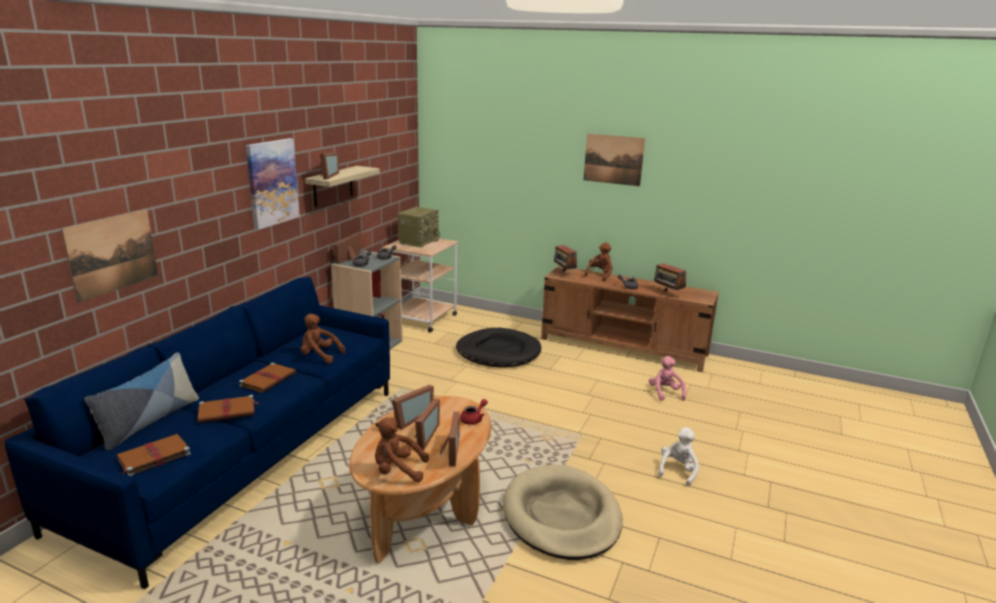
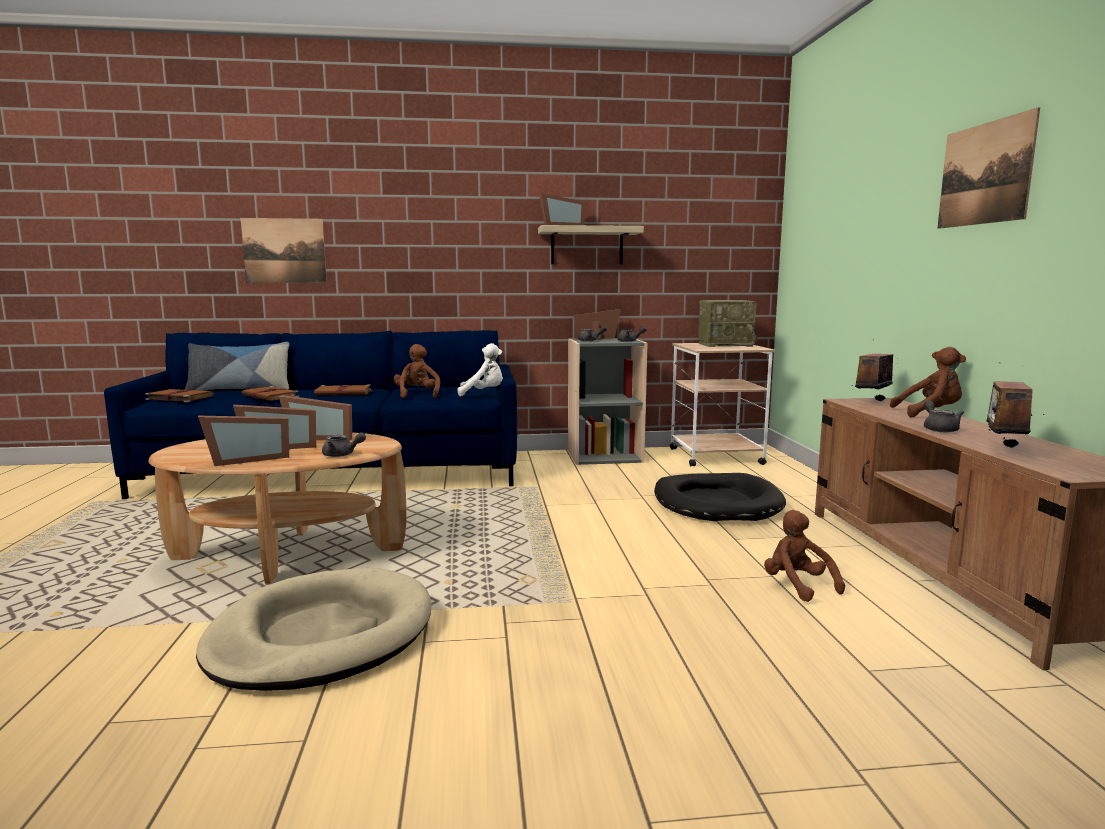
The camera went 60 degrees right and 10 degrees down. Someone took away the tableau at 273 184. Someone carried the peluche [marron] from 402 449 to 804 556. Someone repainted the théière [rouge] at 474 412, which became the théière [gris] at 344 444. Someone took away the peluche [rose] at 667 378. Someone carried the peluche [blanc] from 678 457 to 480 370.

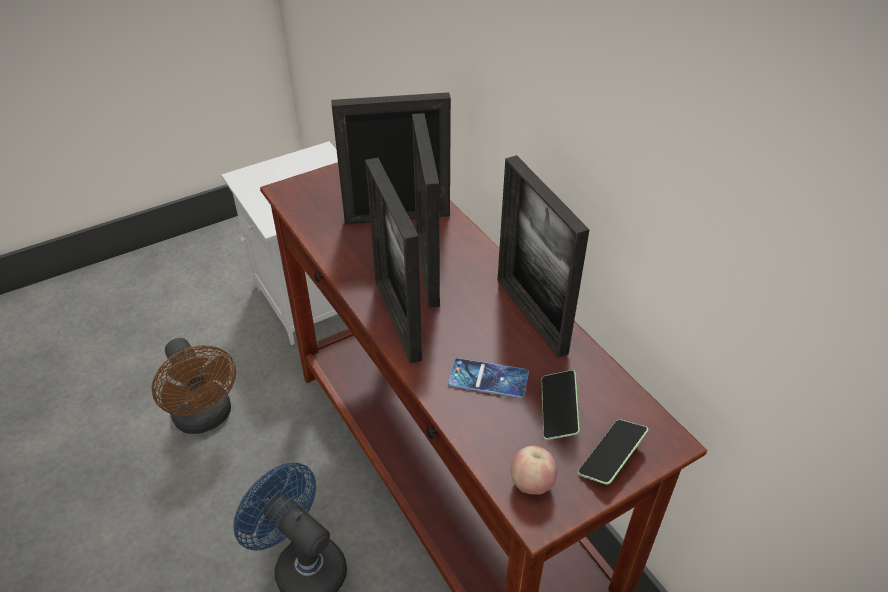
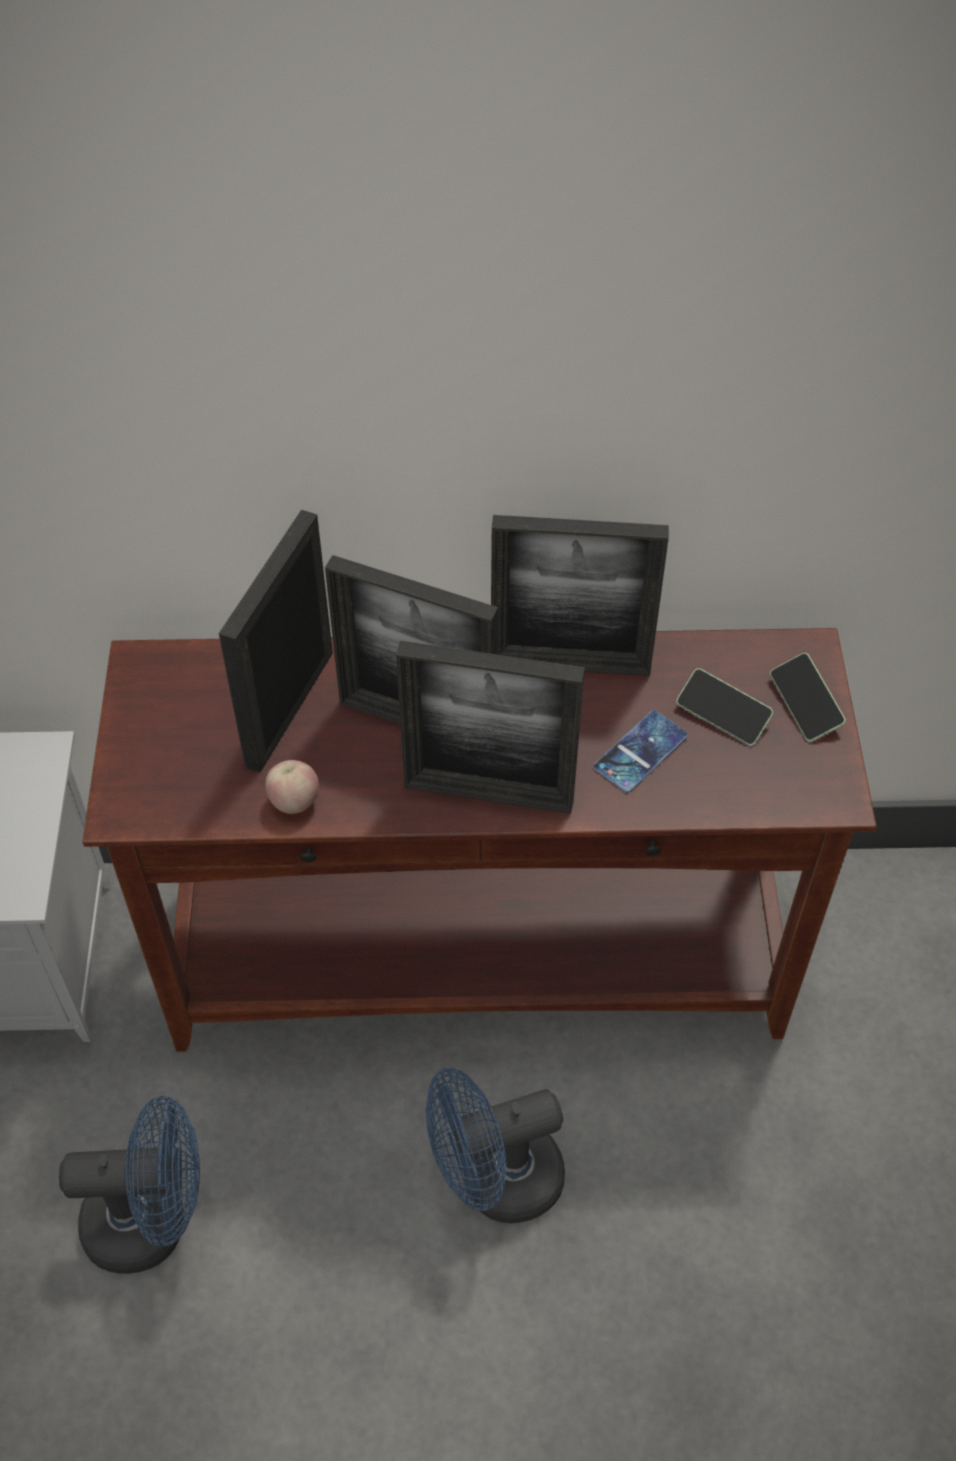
The camera went 60 degrees left and 10 degrees up. Someone repainted the ventilateur [marron] at 194 386, which became the ventilateur [bleu] at 129 1185. Someone carried the pomme from 534 470 to 292 787.

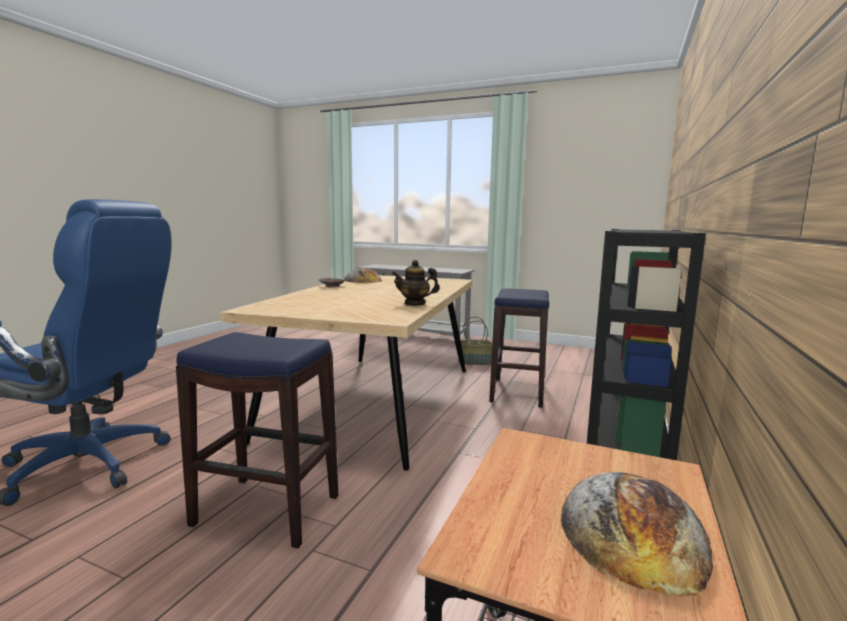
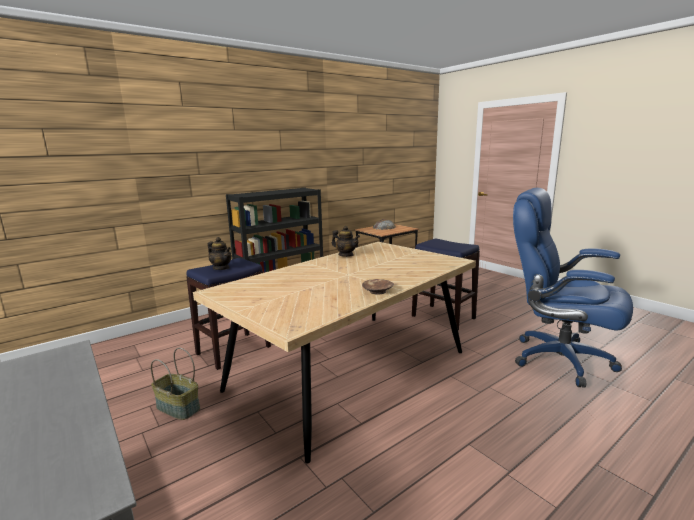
The camera went 150 degrees left and 5 degrees up. Someone took away the pain at 363 275. Someone put down the théière at 219 253.

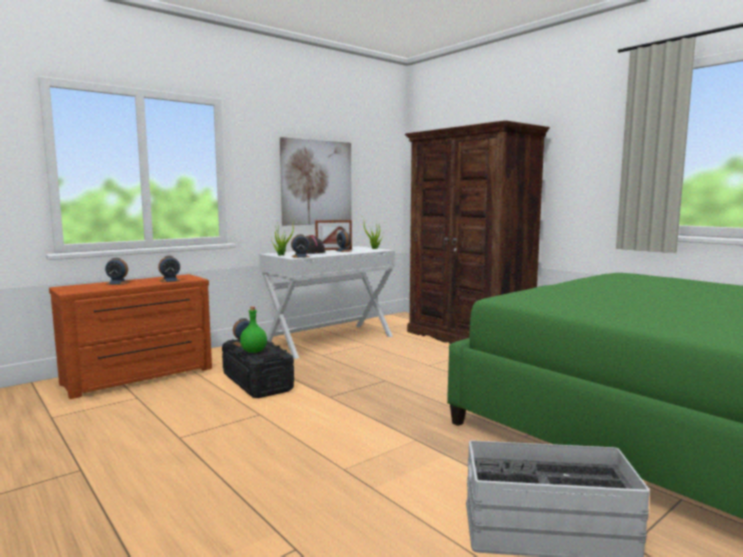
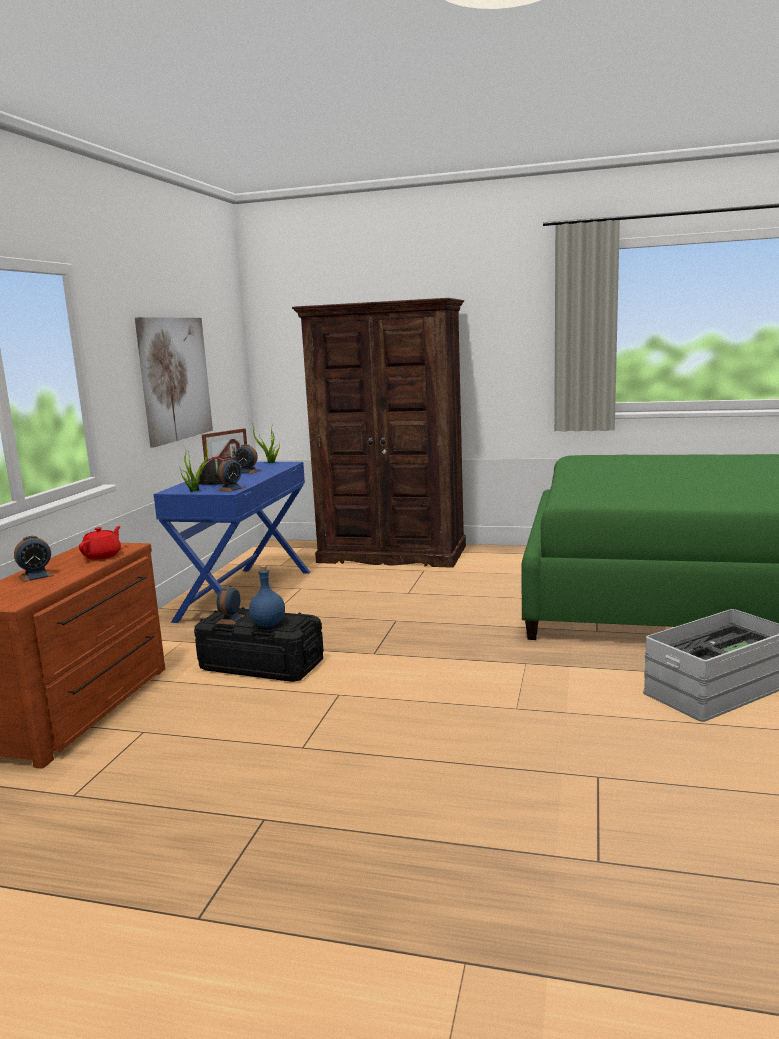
The camera went 35 degrees left and 5 degrees up. Someone swapped the réveil at 169 269 for the théière [rouge] at 100 543. Someone repainted the bouteille [vert] at 253 329, which became the bouteille [bleu] at 267 596. Someone repainted the table console [blanc] at 327 302, which became the table console [bleu] at 231 542.

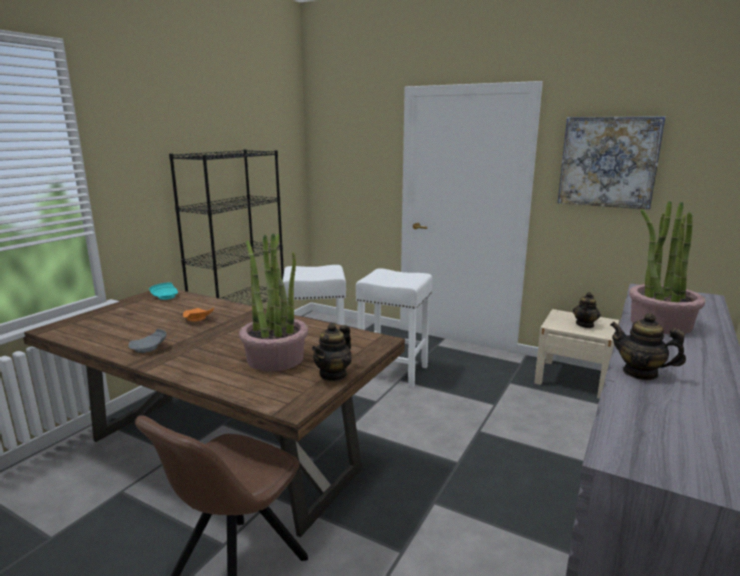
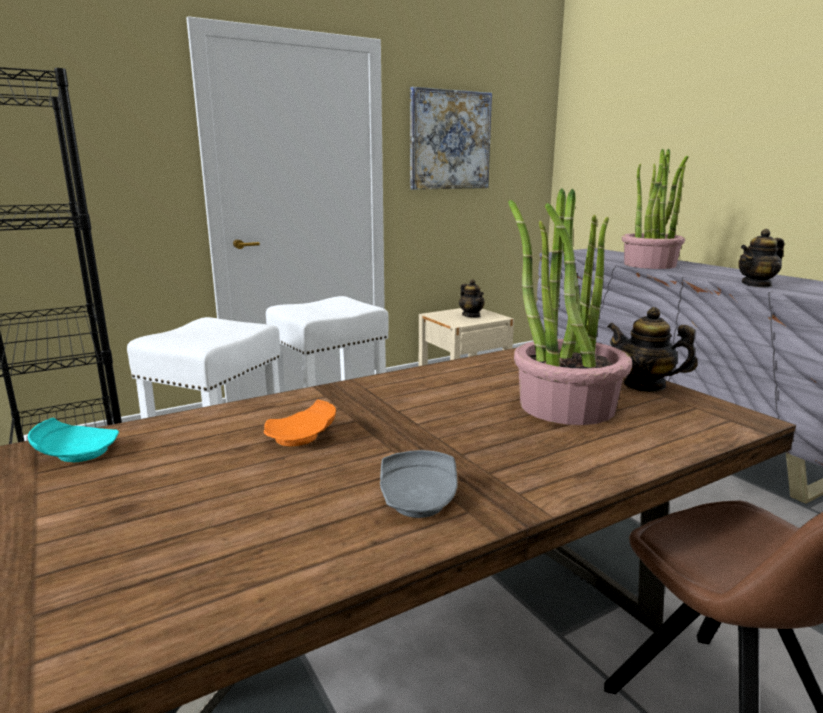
The camera went 60 degrees left and 0 degrees up. Someone rotated the théière at 332 352 by 150 degrees clockwise.

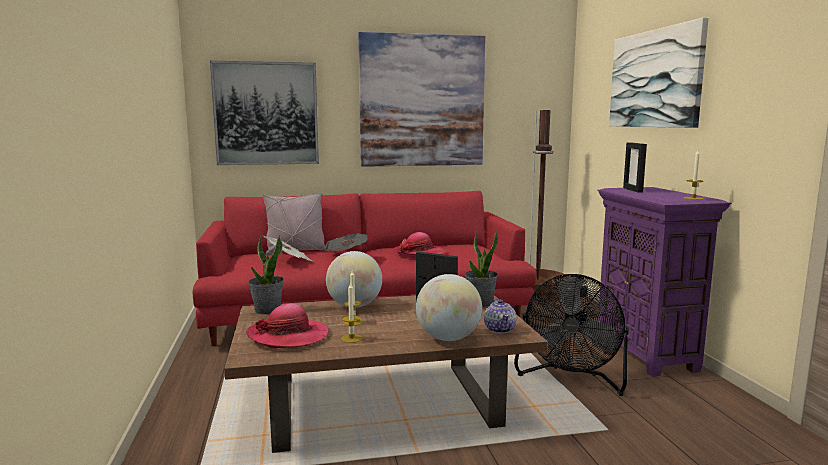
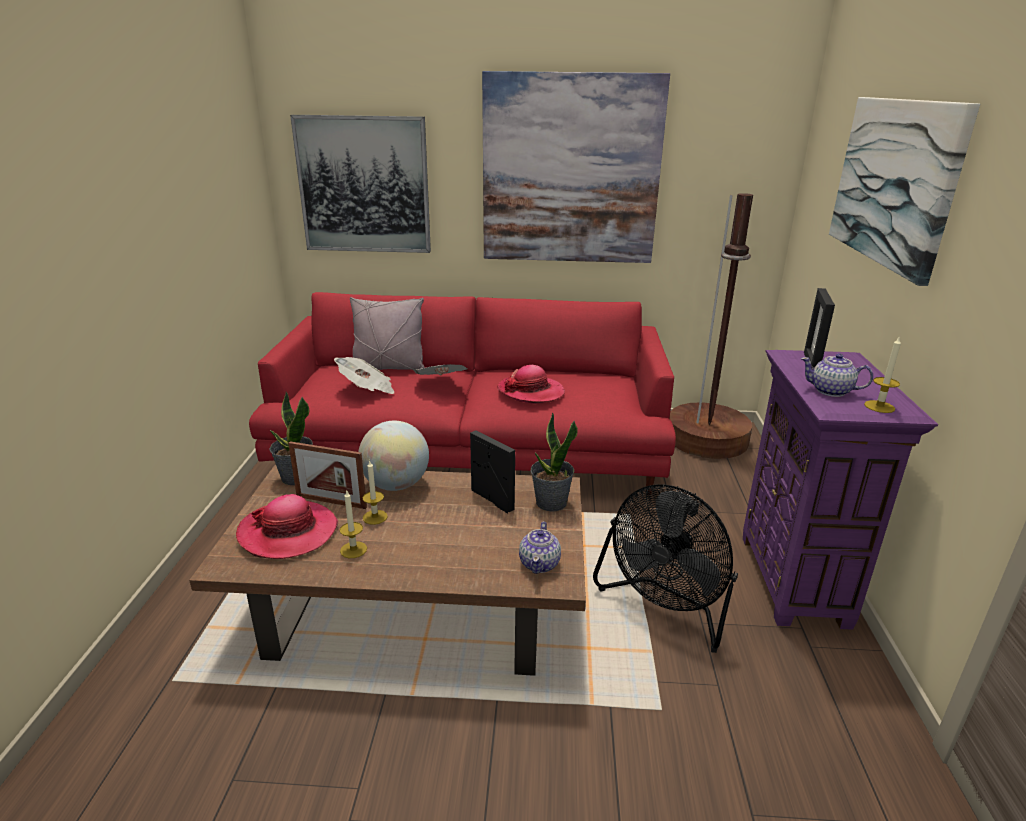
The camera went 15 degrees right and 15 degrees up. Someone took away the globe at 449 307. Someone put down the cadre photo at 327 475. Someone put down the théière at 837 375.

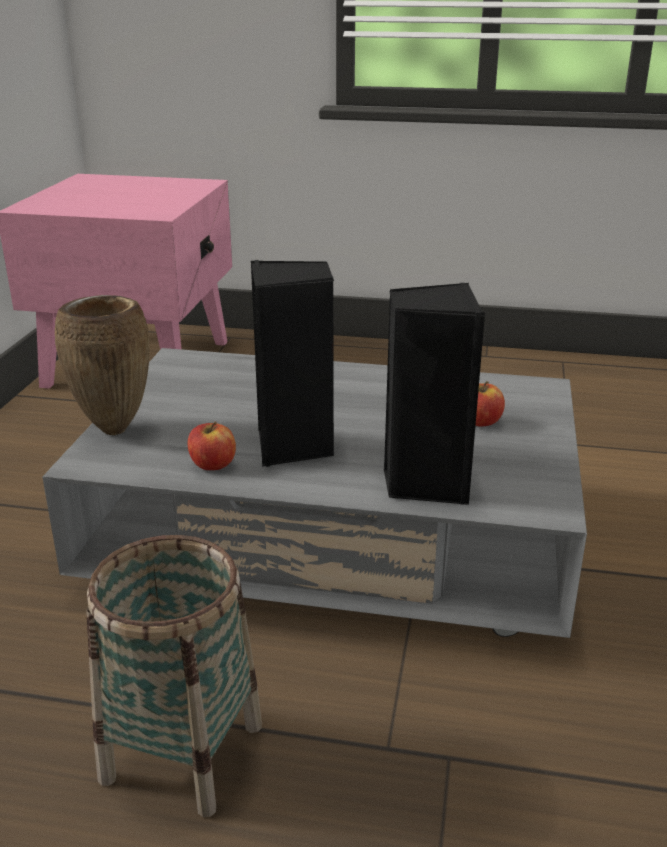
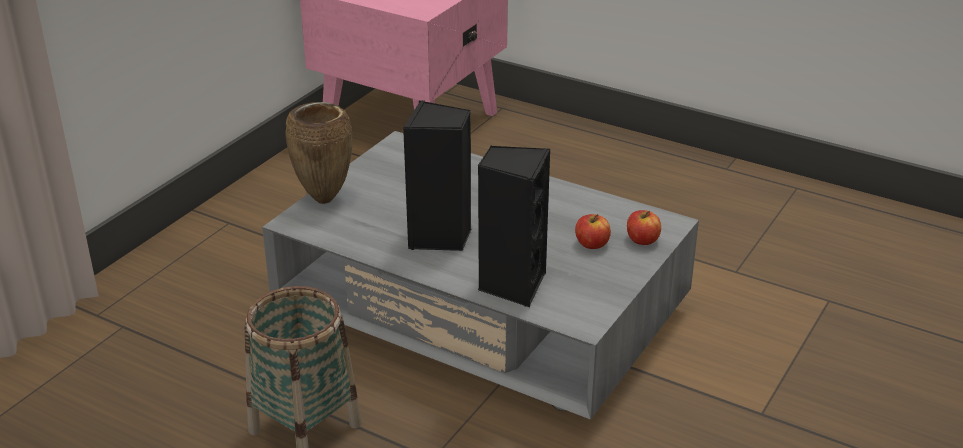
The camera went 20 degrees right and 5 degrees up. Someone carried the pomme from 212 446 to 644 227.

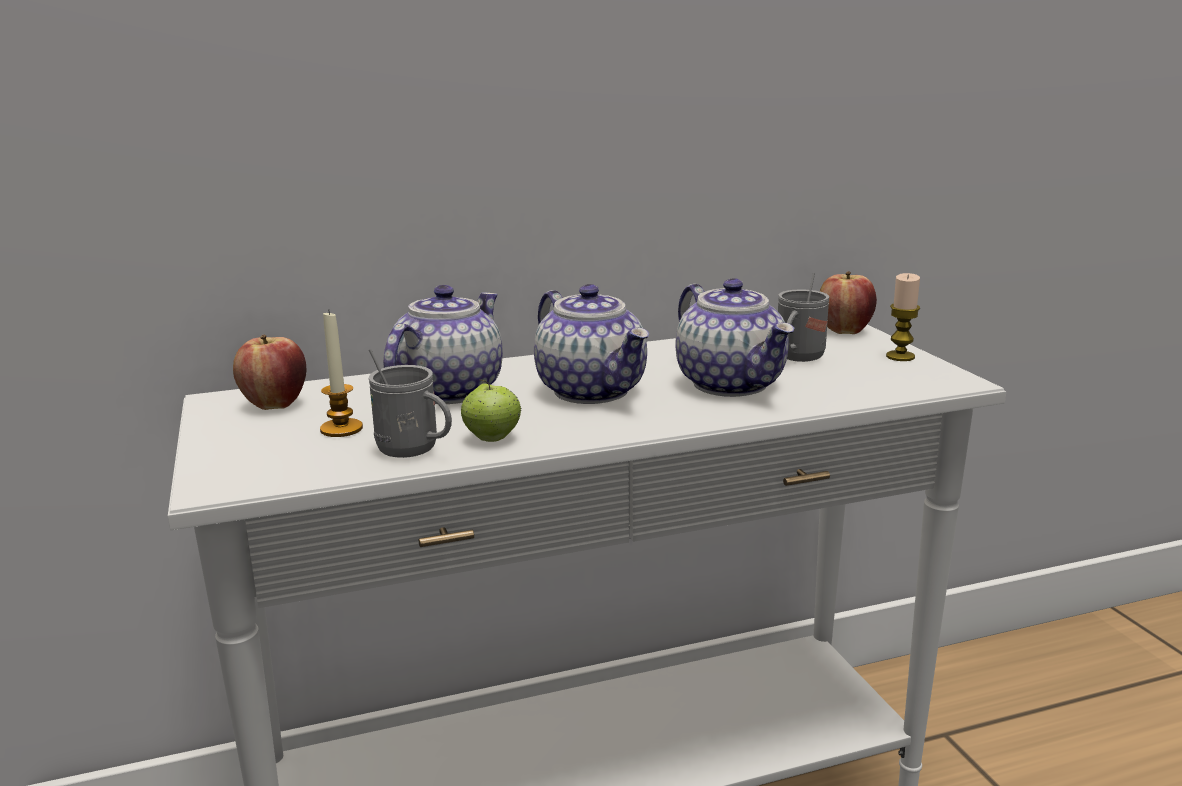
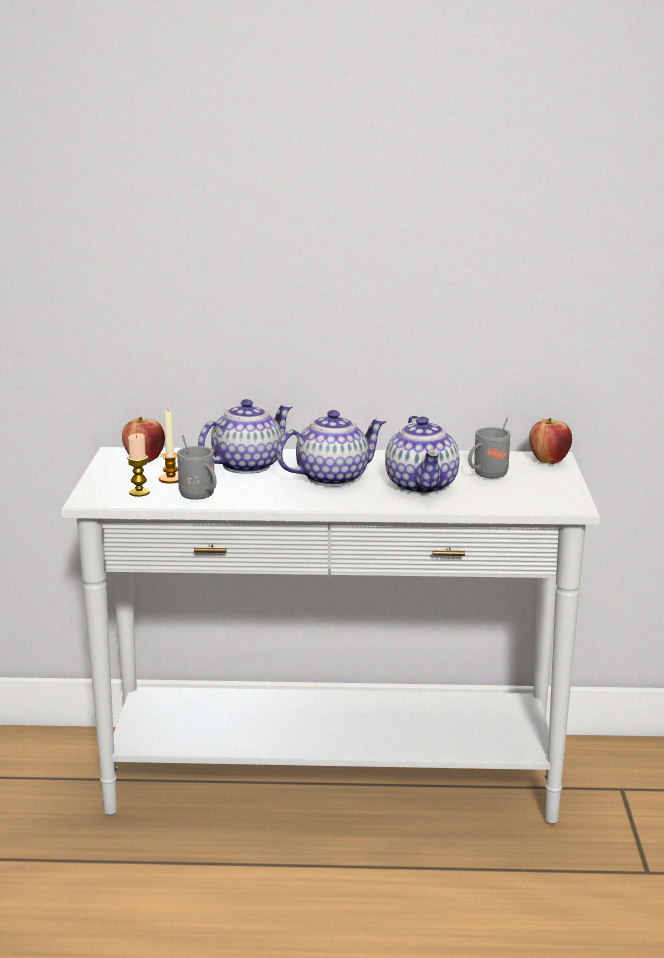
The camera went 20 degrees right and 0 degrees up. Someone took away the pomme at 491 411. Someone rotated the théière at 591 344 by 105 degrees counterclockwise. Someone carried the bougie from 903 317 to 138 465.

